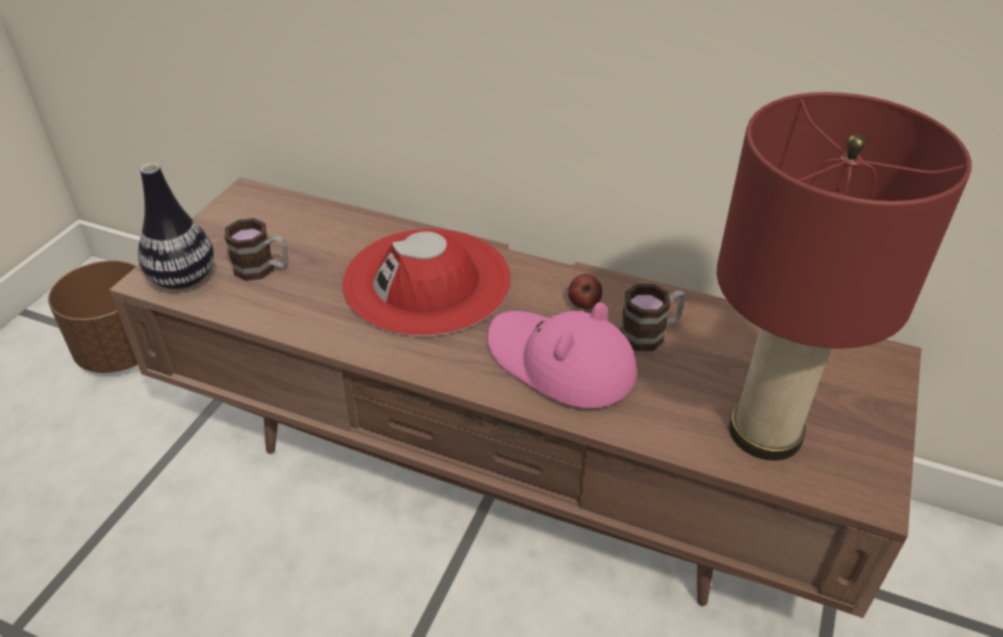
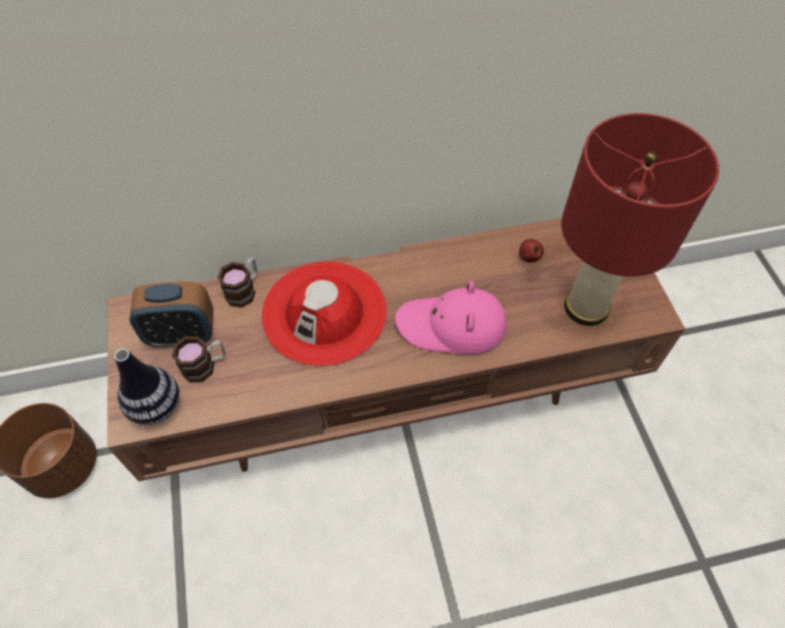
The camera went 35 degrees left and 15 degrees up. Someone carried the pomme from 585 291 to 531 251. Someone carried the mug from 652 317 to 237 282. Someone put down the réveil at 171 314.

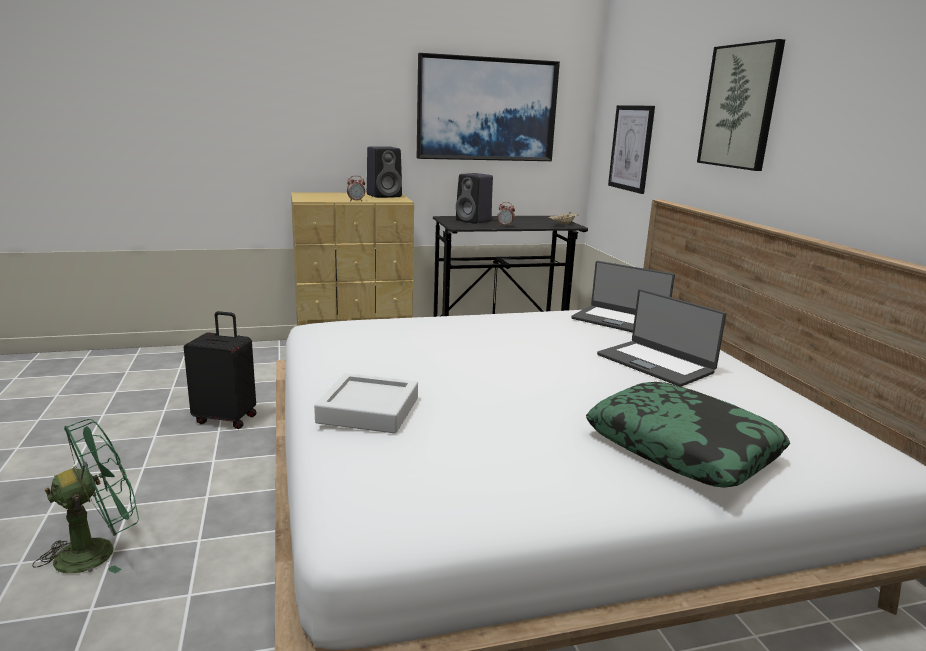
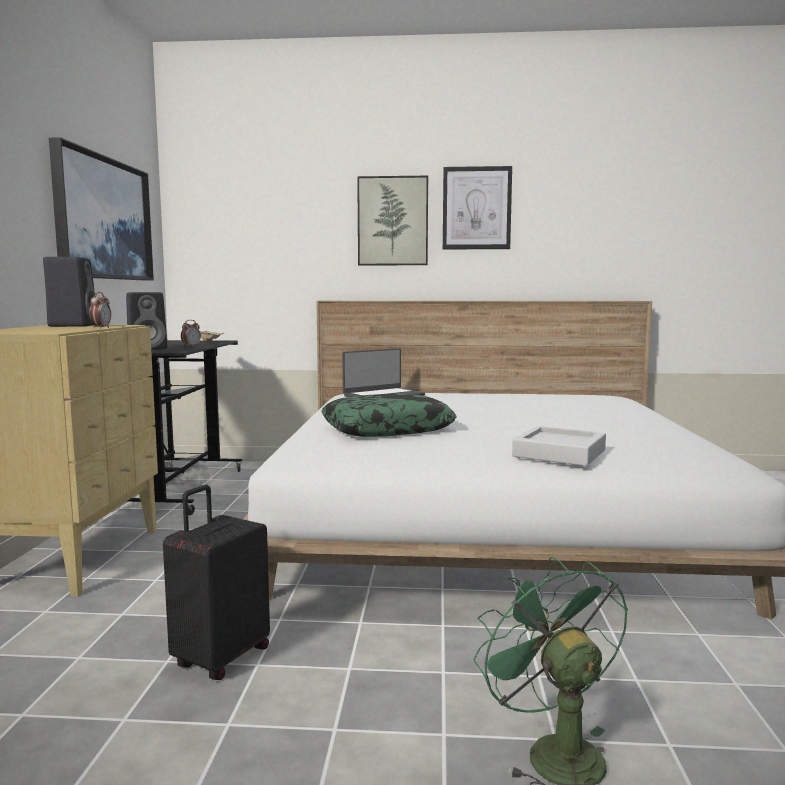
The camera went 70 degrees left and 10 degrees down. Someone carried the coussin from 688 435 to 389 415. Someone took away the ordinateur portable at 661 338. Someone carried the tableau from 631 149 to 477 207.

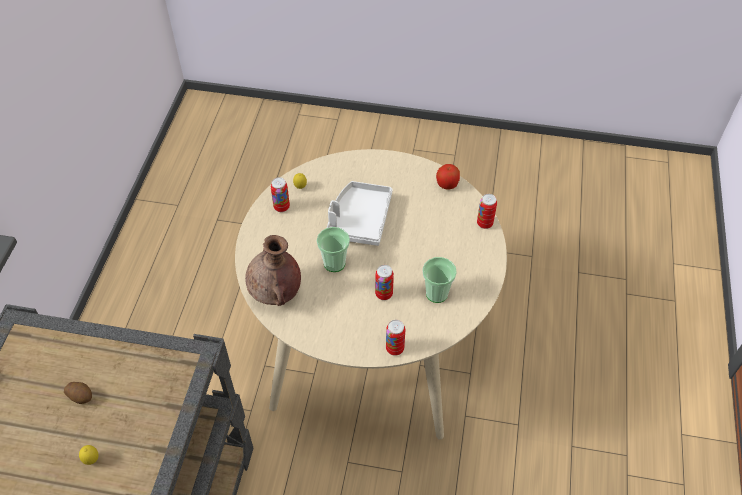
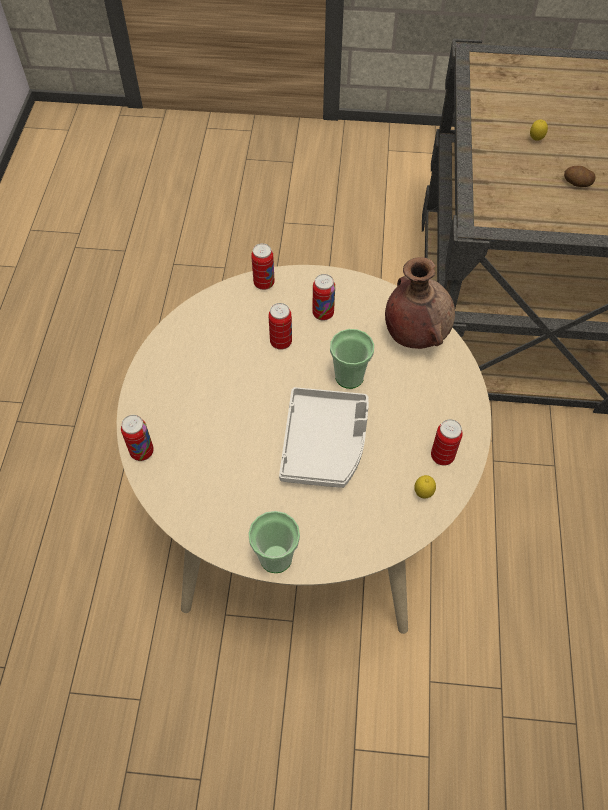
The camera went 175 degrees right and 5 degrees up. Someone carried the tasse from 440 280 to 274 542. Someone took away the pomme at 448 176. Someone put down the boîte métallique at 323 297.

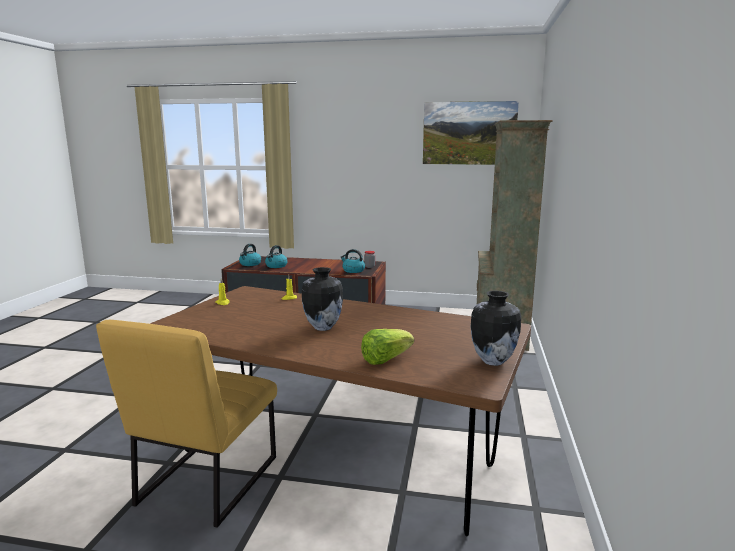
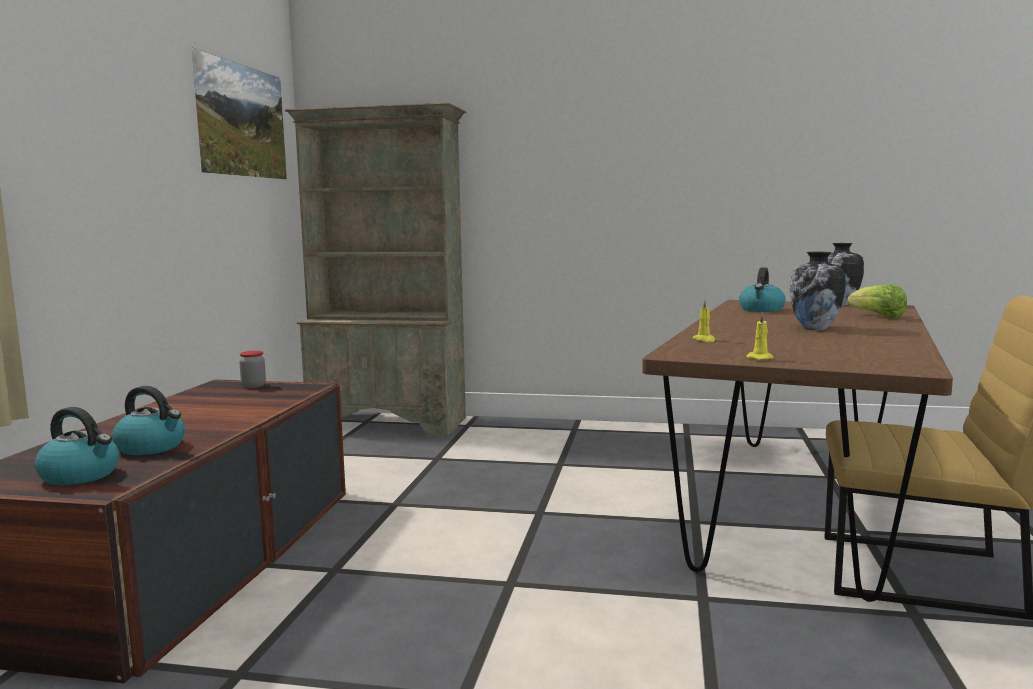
The camera went 90 degrees left and 5 degrees down. Someone carried the bouilloire from 352 261 to 762 289.

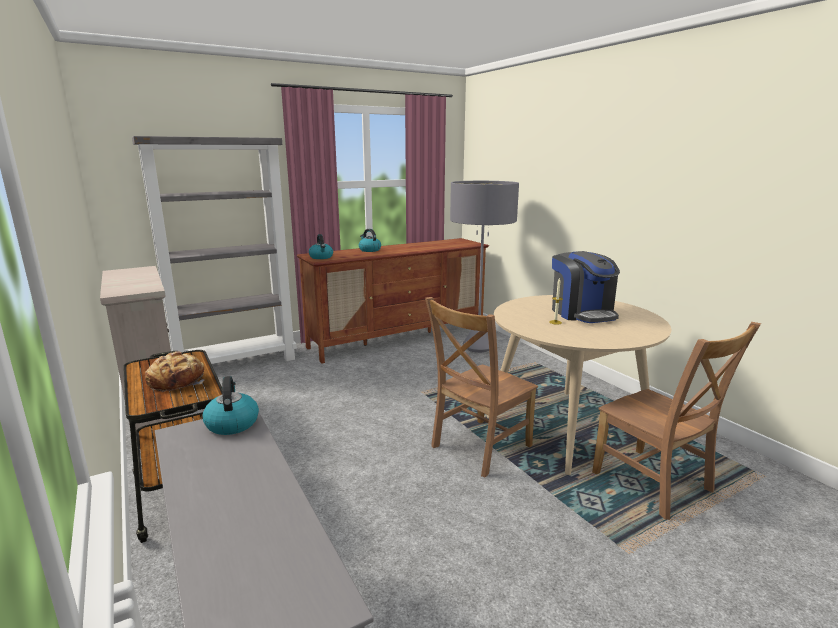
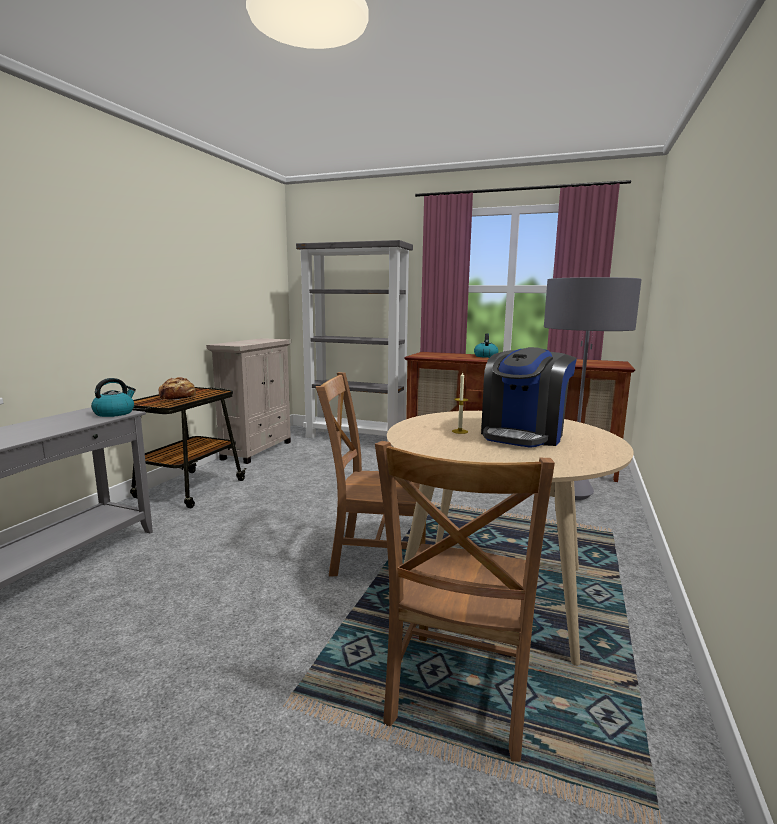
The camera went 50 degrees right and 5 degrees down. Someone took away the bouilloire at 321 246.

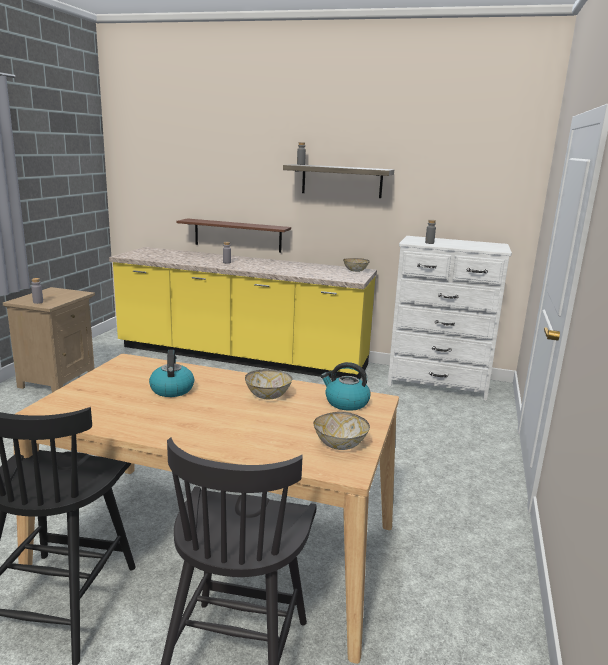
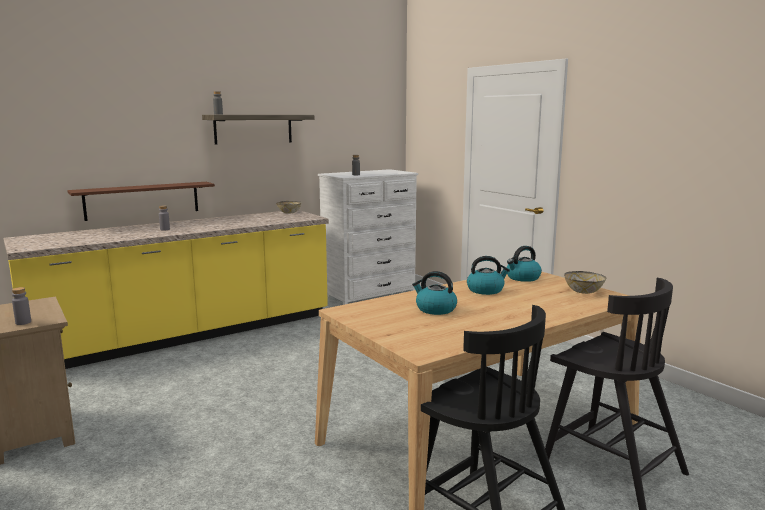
The camera went 50 degrees left and 5 degrees down. Someone swapped the bol at 268 384 for the bouilloire at 488 275.

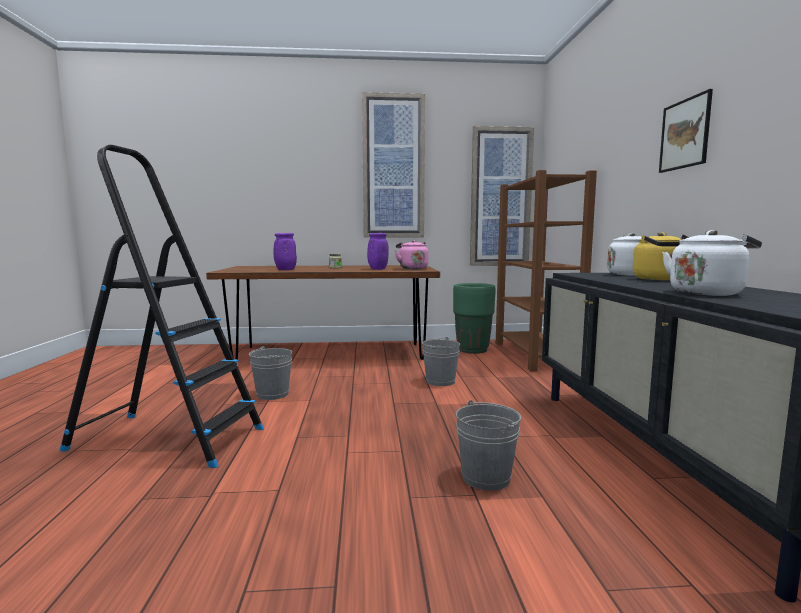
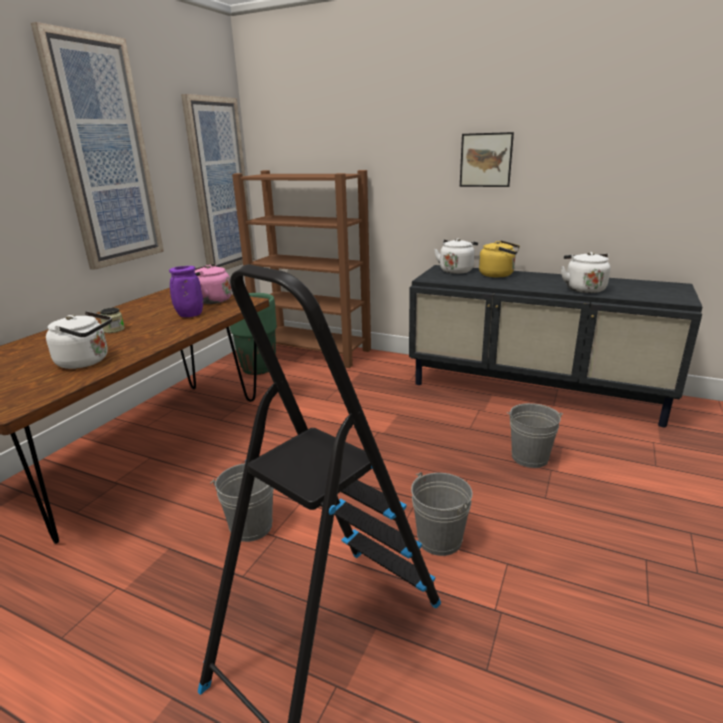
The camera went 60 degrees left and 15 degrees up. Someone swapped the vase [violet] at 285 251 for the bouilloire [blanc] at 79 340. Someone carried the seau [gris] from 441 361 to 442 514.

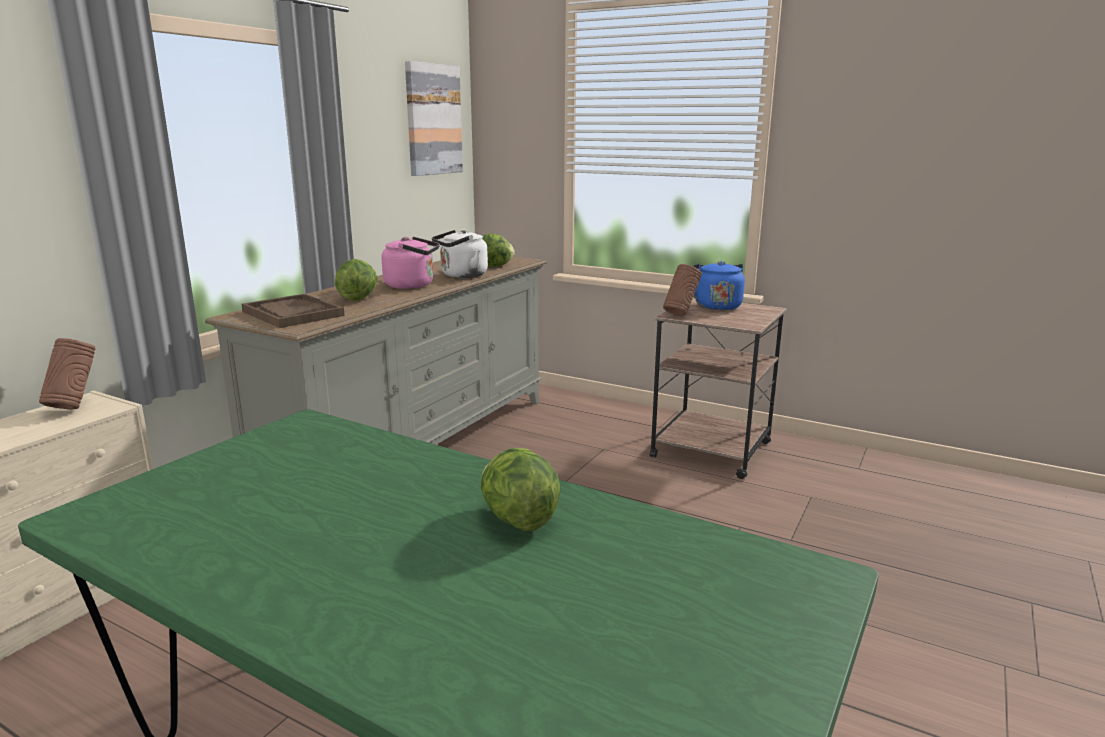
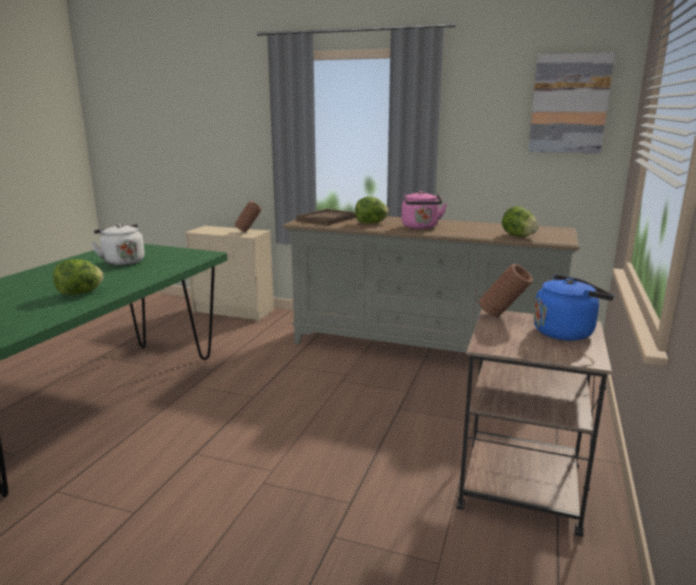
The camera went 80 degrees right and 0 degrees up. Someone carried the bouilloire [blanc] from 460 253 to 118 245.

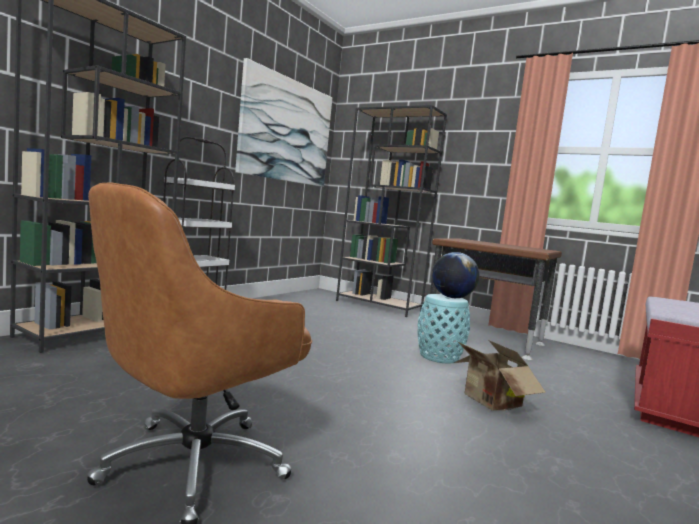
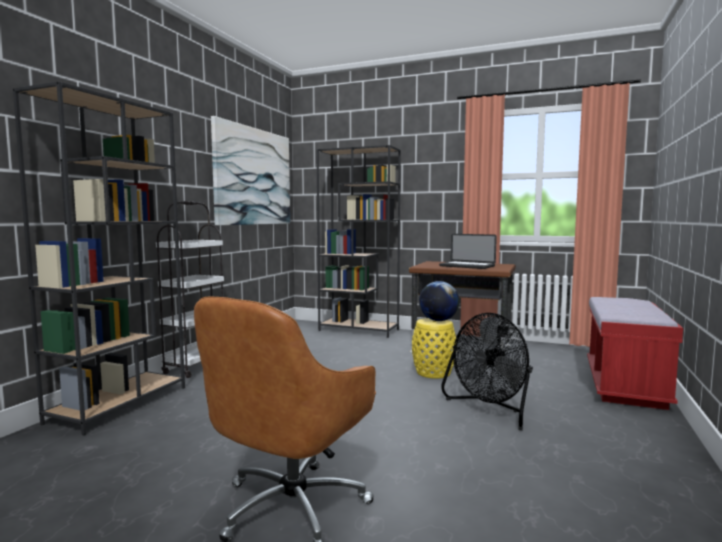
The camera went 10 degrees left and 0 degrees up. Someone repainted the tabouret [turquoise] at 444 328, which became the tabouret [jaune] at 434 348. Someone swapped the carton at 500 375 for the ventilateur [noir] at 487 372. Someone put down the ordinateur portable at 468 251.

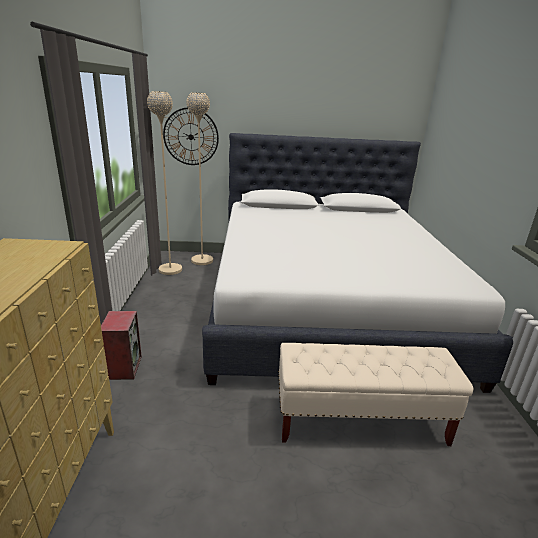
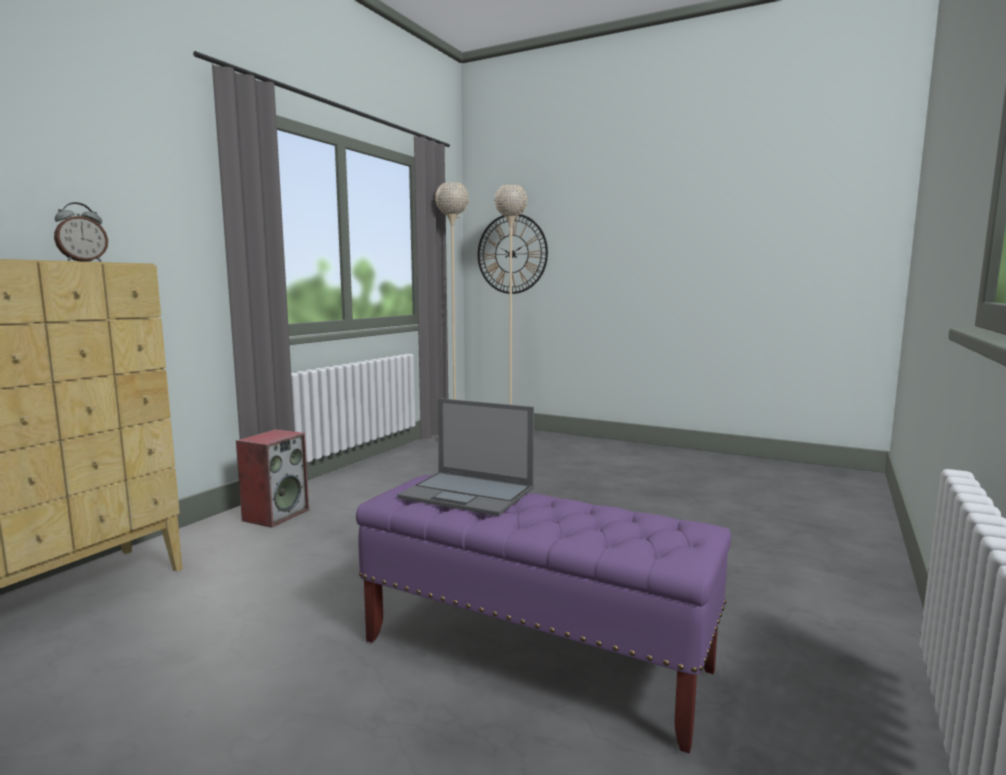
The camera went 30 degrees right and 15 degrees down. Someone took away the lit [blanc] at 357 263. Someone repainted the banc [beige] at 375 394, which became the banc [violet] at 543 614. Someone put down the réveil at 81 232. Someone put down the ordinateur portable at 465 457.

